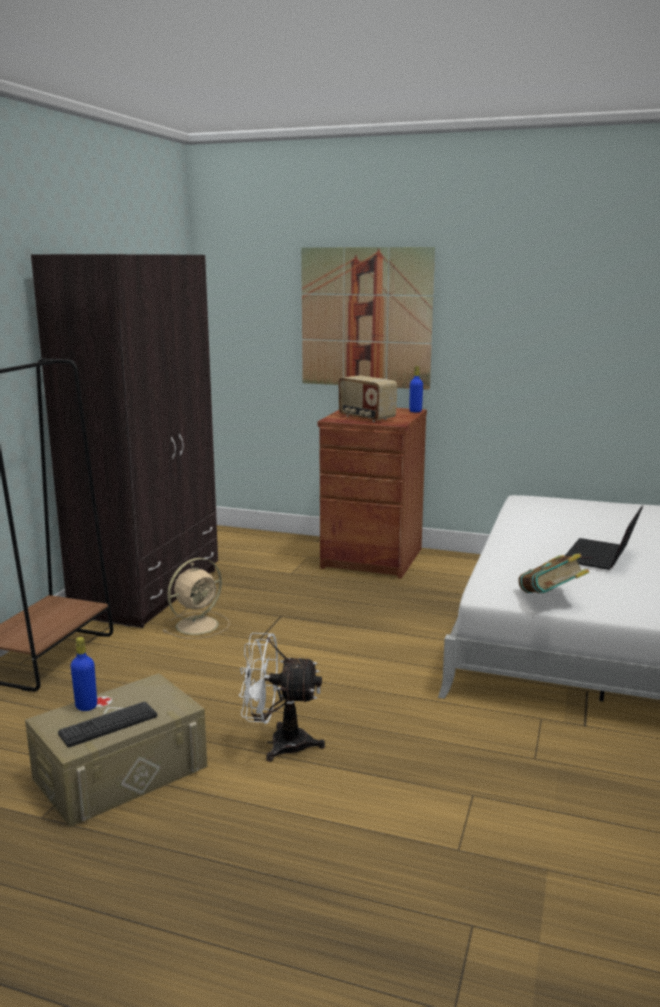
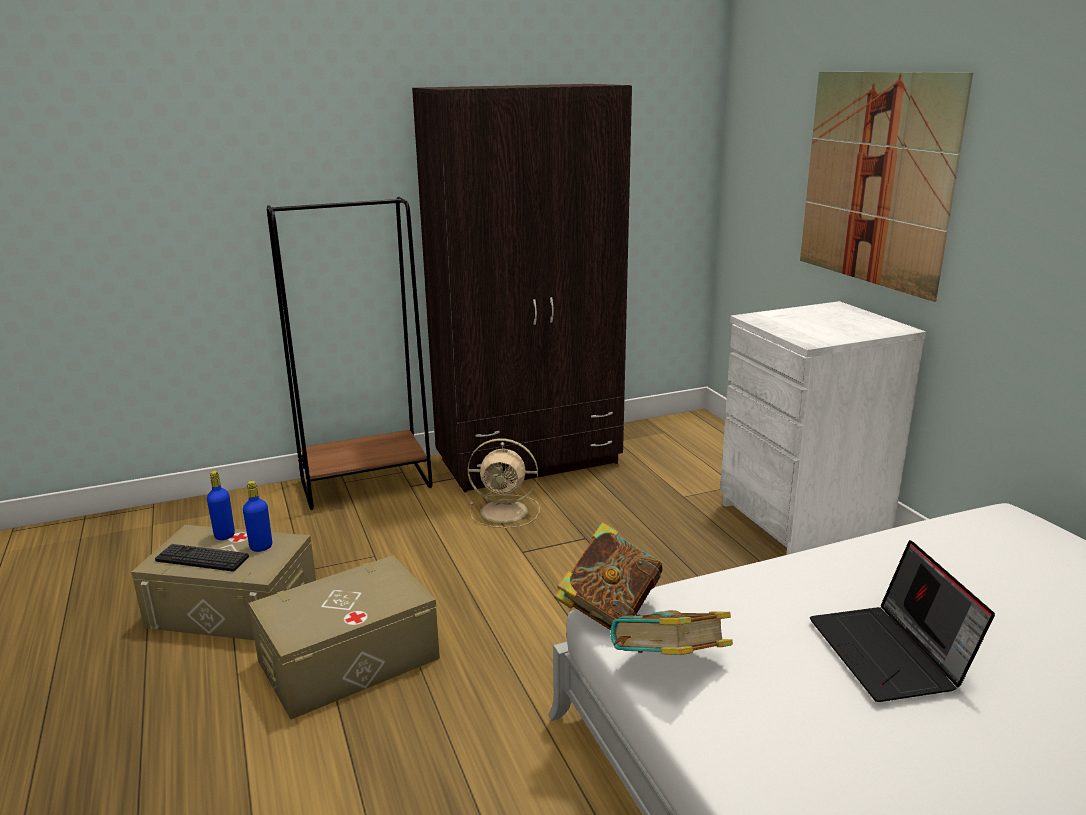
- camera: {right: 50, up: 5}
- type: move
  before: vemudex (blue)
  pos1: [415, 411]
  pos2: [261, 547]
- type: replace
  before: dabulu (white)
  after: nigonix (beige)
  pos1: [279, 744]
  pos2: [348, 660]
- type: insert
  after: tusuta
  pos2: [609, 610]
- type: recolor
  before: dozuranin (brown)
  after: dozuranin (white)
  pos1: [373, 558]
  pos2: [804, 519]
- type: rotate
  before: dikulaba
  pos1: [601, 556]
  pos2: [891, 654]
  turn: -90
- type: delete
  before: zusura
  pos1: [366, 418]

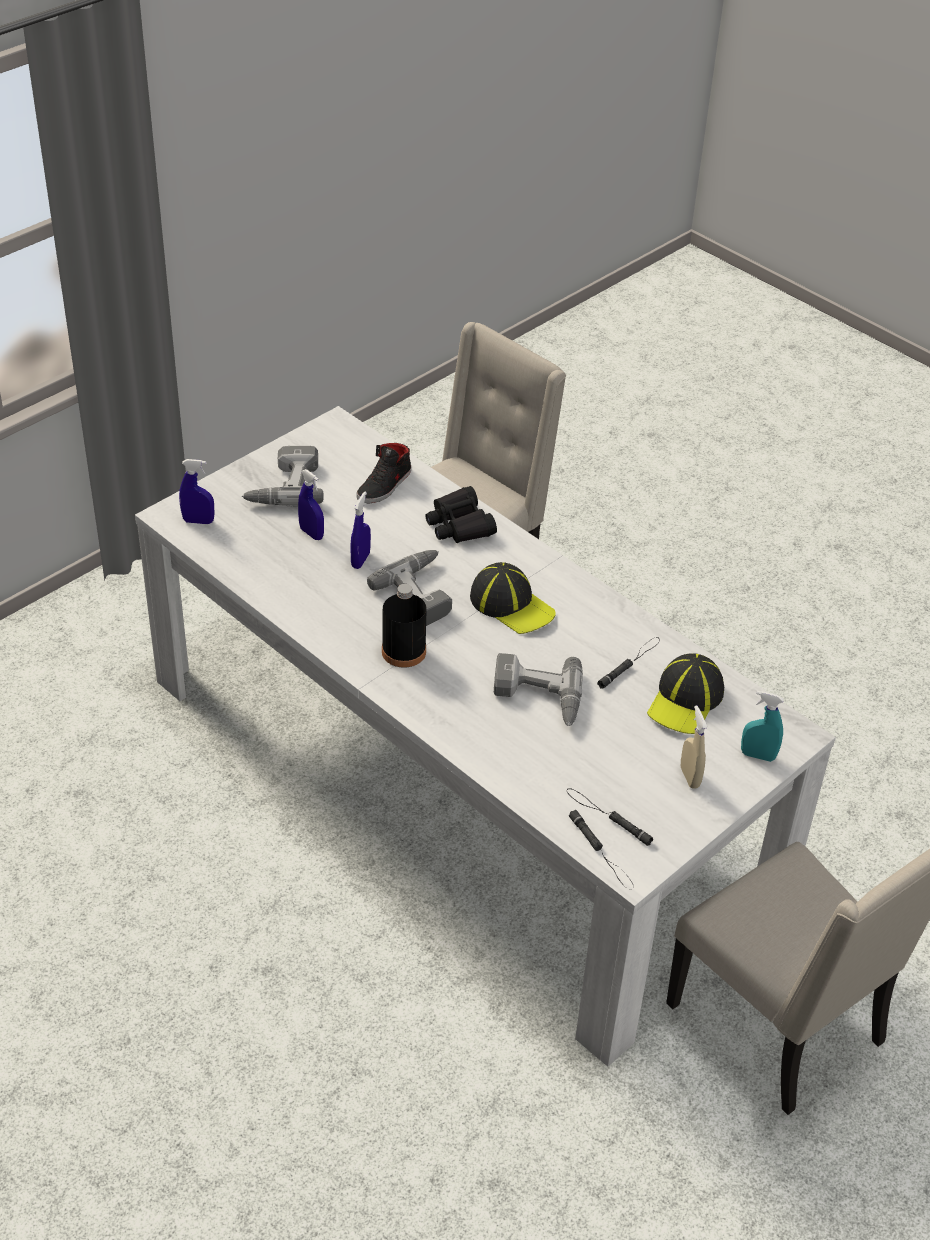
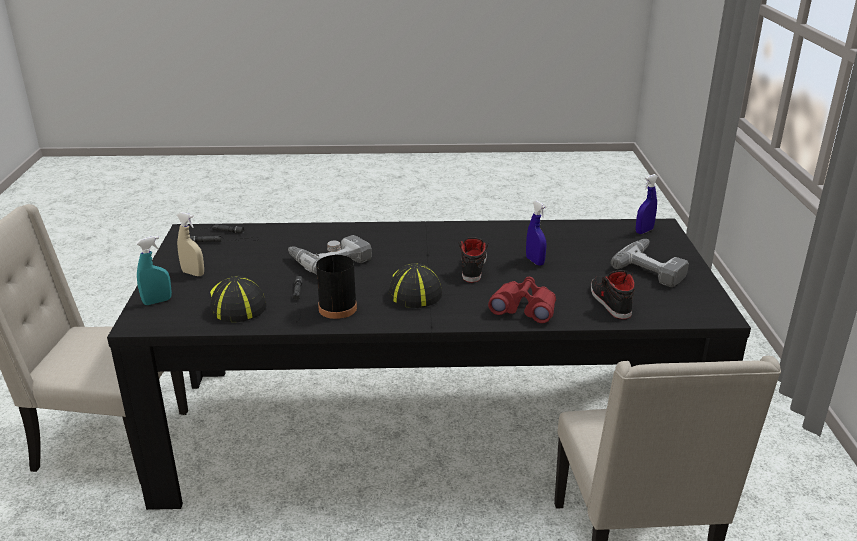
- camera: {right: 135, up: -15}
- type: recolor
  before: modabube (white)
  after: modabube (black)
  pos1: [457, 786]
  pos2: [428, 429]
- type: move
  before: vemudex (black)
  pos1: [404, 651]
  pos2: [337, 308]
- type: rotate
  before: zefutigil
  pos1: [511, 605]
  pos2: [414, 289]
  turn: 90
- type: replace
  before: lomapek
  after: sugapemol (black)
  pos1: [422, 593]
  pos2: [473, 267]
- type: recolor
  before: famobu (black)
  after: famobu (red)
  pos1: [459, 525]
  pos2: [524, 308]
- type: delete
  before: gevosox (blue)
  pos1: [311, 533]

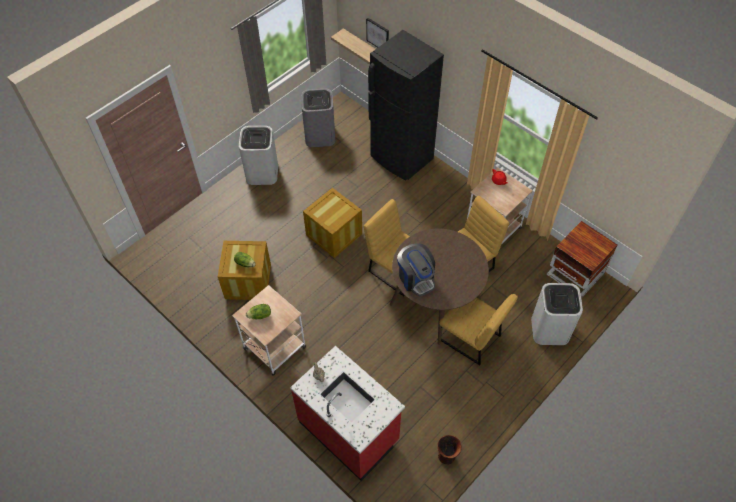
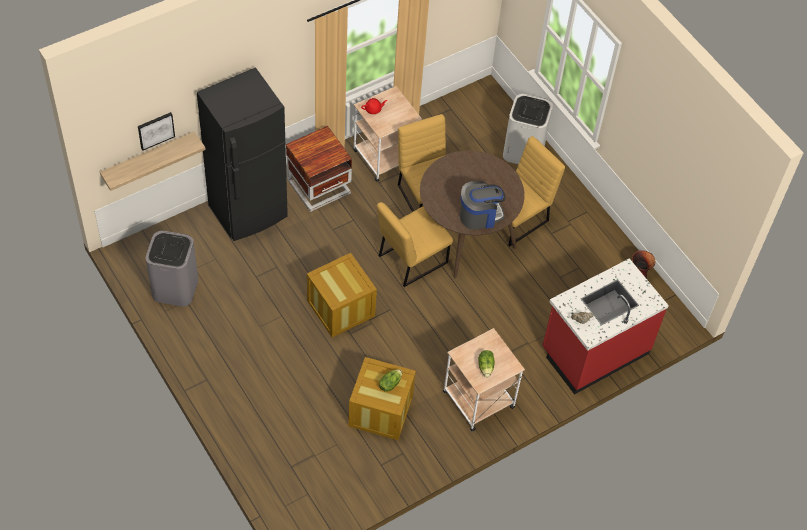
- camera: {right: -80, up: 0}
- type: move
  before: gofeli
  pos1: [575, 274]
  pos2: [319, 186]
- type: delete
  before: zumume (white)
  pos1: [262, 173]

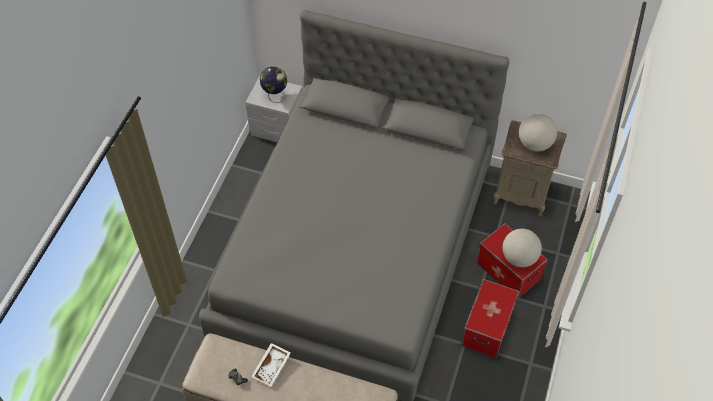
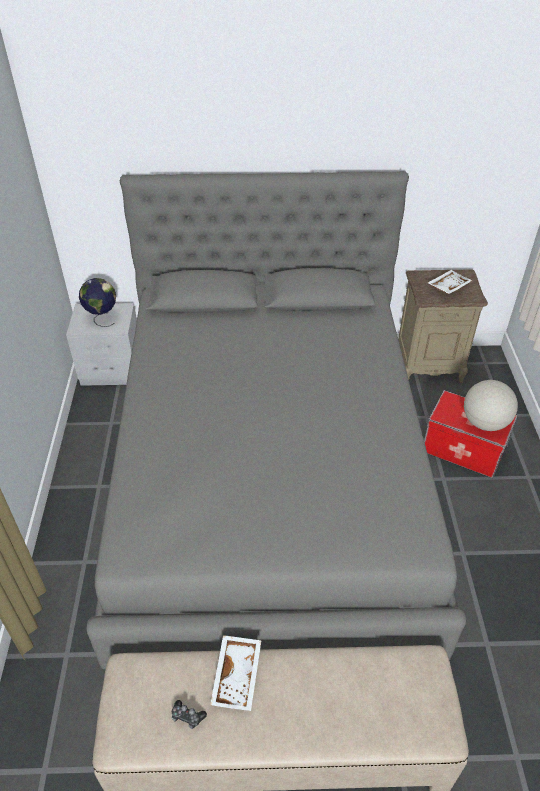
- camera: {right: -20, up: -10}
- type: replace
  before: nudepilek
  after: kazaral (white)
  pos1: [534, 144]
  pos2: [447, 286]
- type: delete
  before: nigonix
  pos1: [488, 328]

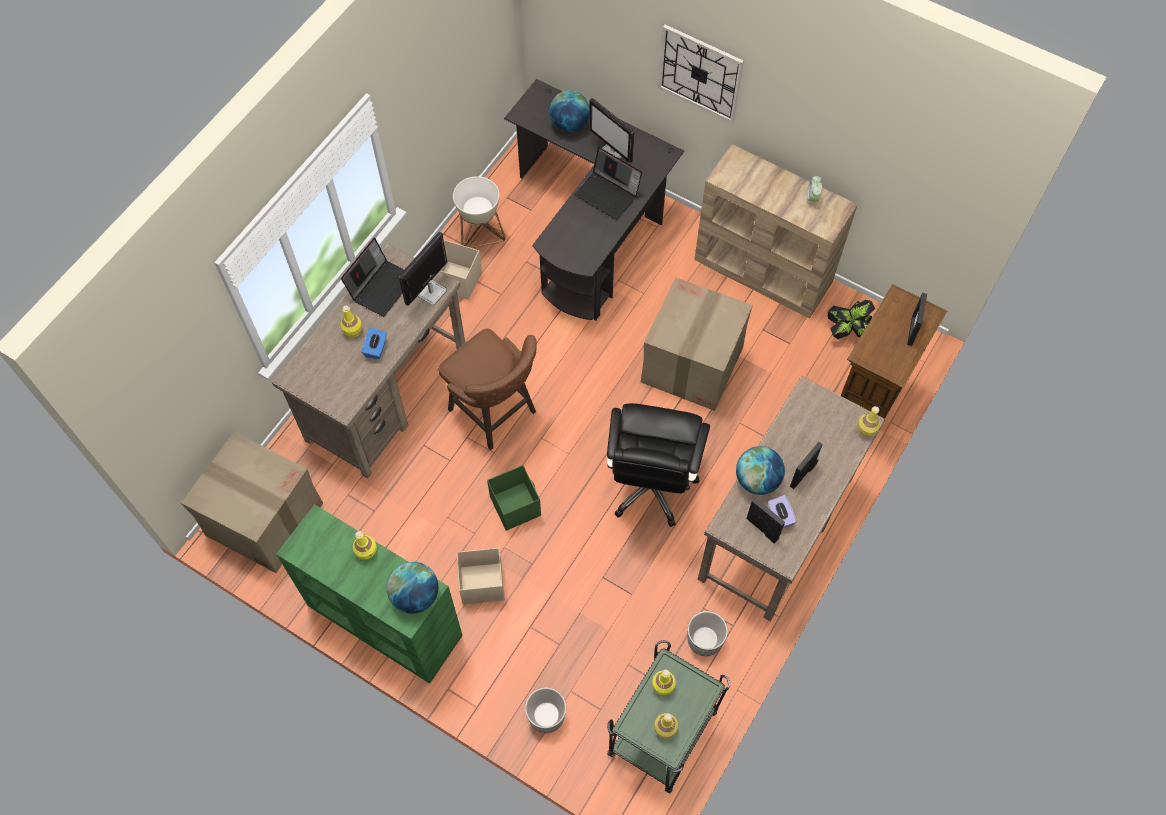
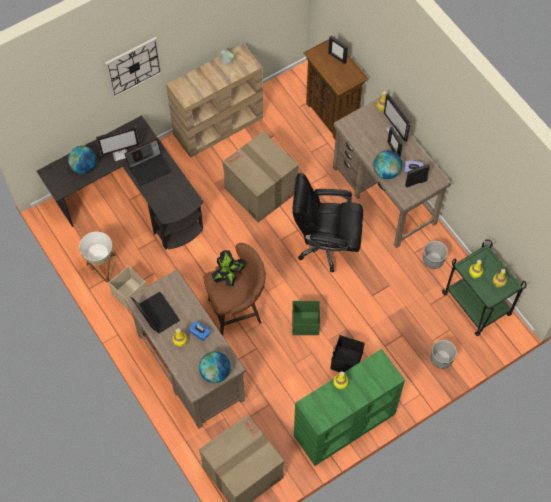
- camera: {right: -65, up: 0}
- type: move
  before: nudepilek
  pos1: [415, 595]
  pos2: [215, 373]
- type: move
  before: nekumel
  pos1: [848, 333]
  pos2: [229, 276]
- type: rotate
  before: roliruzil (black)
  pos1: [651, 483]
  pos2: [326, 245]
  turn: 150
- type: recolor
  before: nigonix (beige)
  after: nigonix (black)
  pos1: [481, 583]
  pos2: [346, 361]
- type: move
  before: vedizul
  pos1: [430, 293]
  pos2: [396, 131]

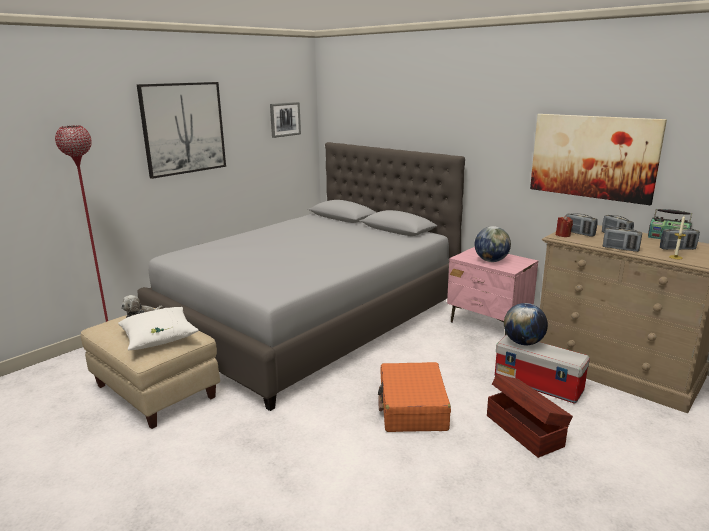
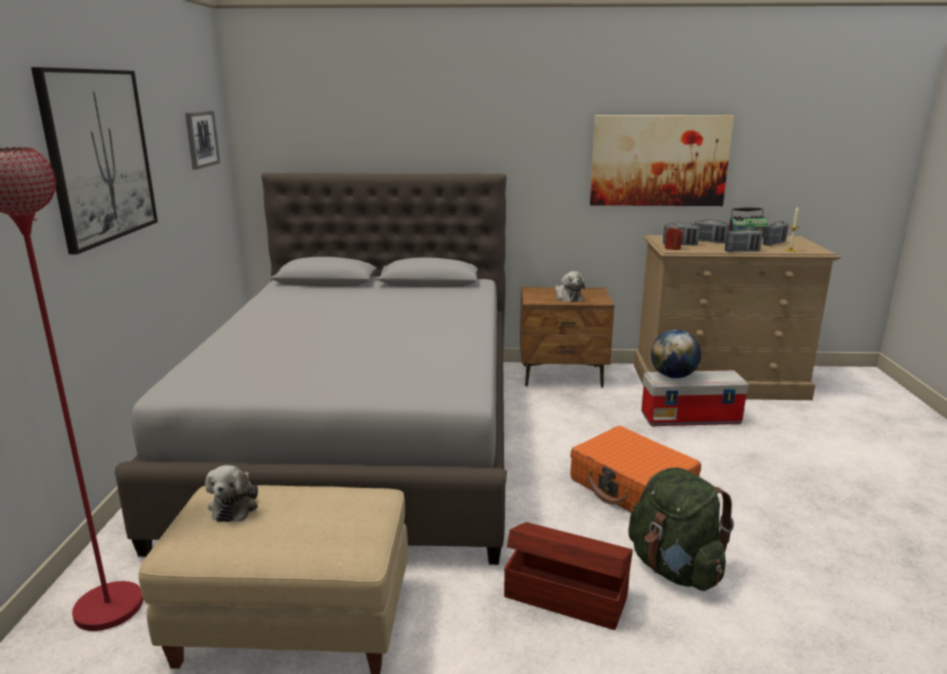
- camera: {right: -40, up: 0}
- type: move
  before: nigonix (brown)
  pos1: [524, 430]
  pos2: [565, 595]
- type: recolor
  before: gofeli (pink)
  after: gofeli (brown)
  pos1: [488, 324]
  pos2: [562, 376]
- type: replace
  before: nudepilek
  after: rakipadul
  pos1: [491, 261]
  pos2: [567, 297]
- type: insert
  after: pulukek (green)
  pos2: [674, 569]
- type: delete
  before: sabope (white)
  pos1: [159, 338]

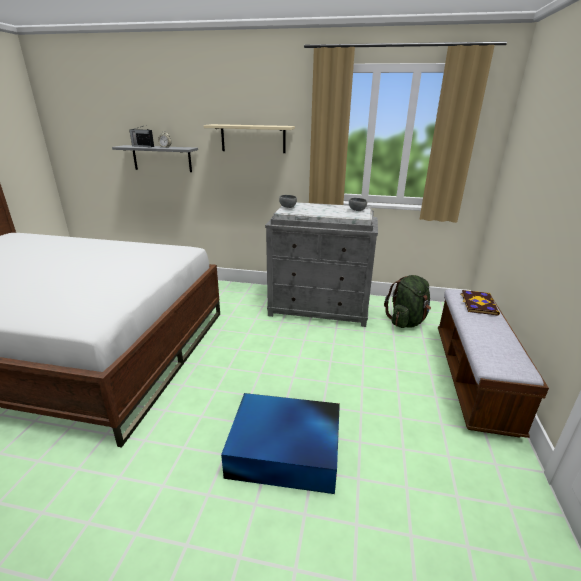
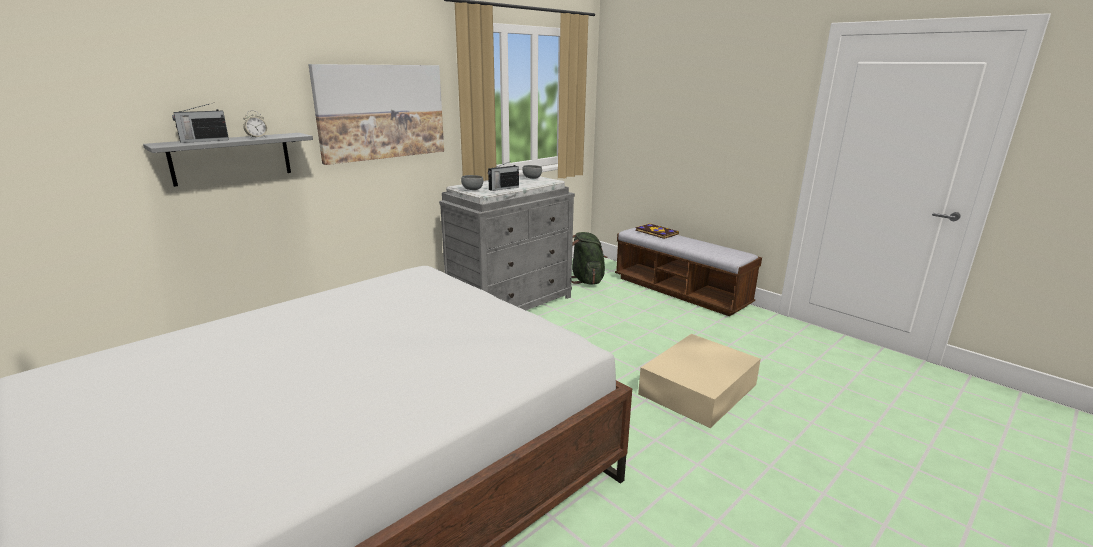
- camera: {right: -55, up: -5}
- type: replace
  before: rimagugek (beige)
  after: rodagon
  pos1: [253, 138]
  pos2: [381, 112]
- type: insert
  after: zusura
  pos2: [503, 188]
- type: recolor
  before: nigonix (blue)
  after: nigonix (beige)
  pos1: [286, 451]
  pos2: [699, 389]

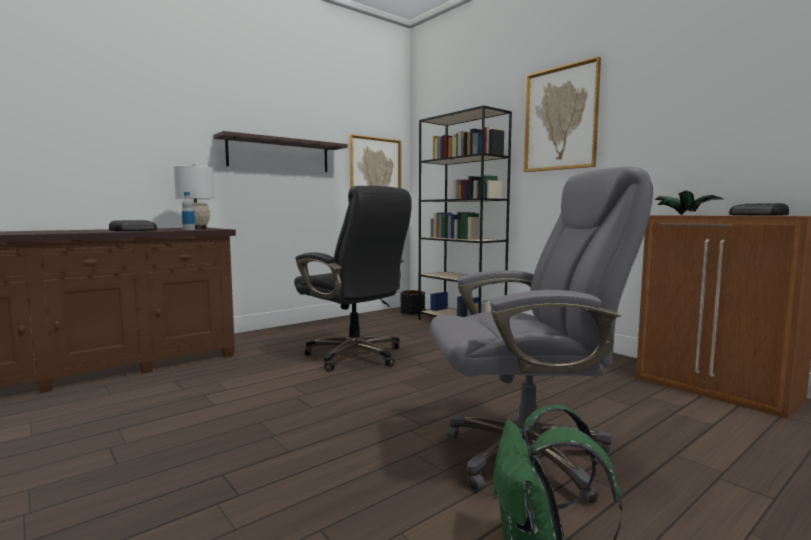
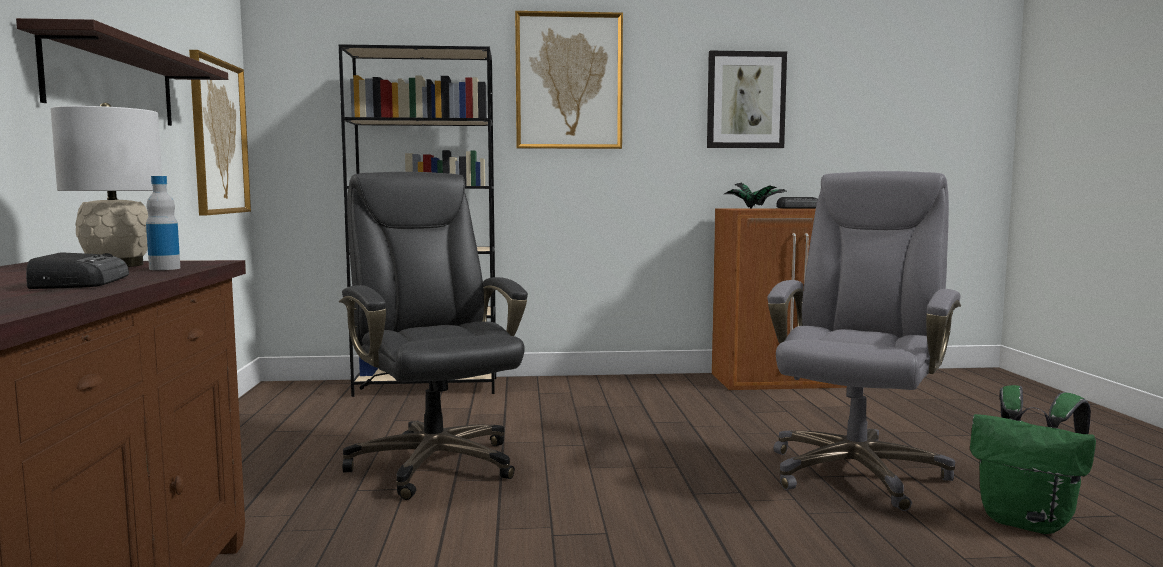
- camera: {right: -55, up: 0}
- type: rotate
  before: roliruzil (black)
  pos1: [353, 355]
  pos2: [436, 466]
  turn: -105
- type: insert
  after: rodagon
  pos2: [745, 100]
- type: delete
  before: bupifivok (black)
  pos1: [412, 313]

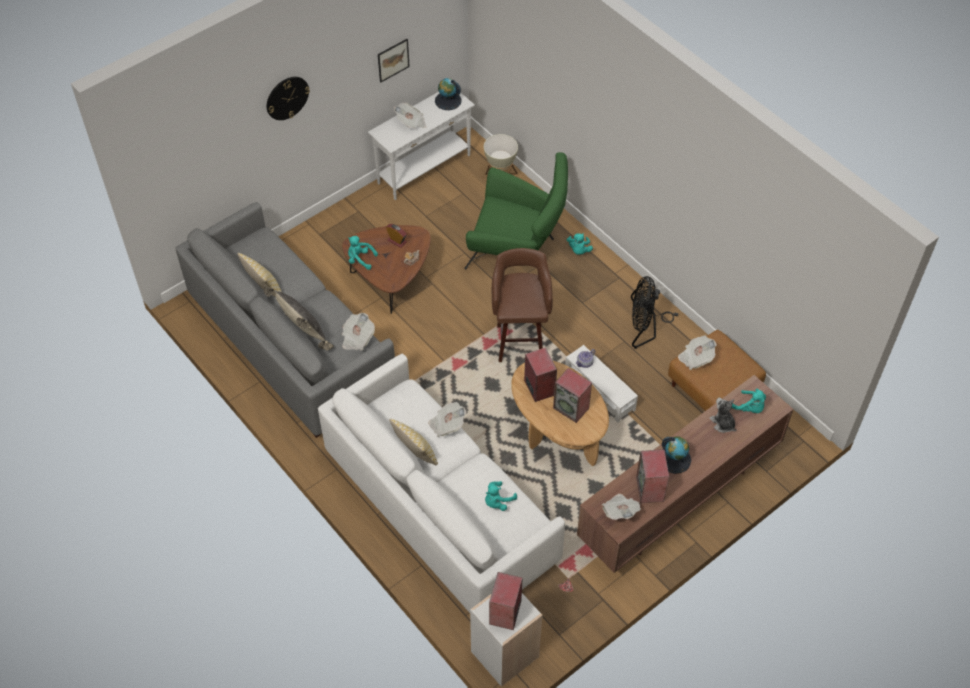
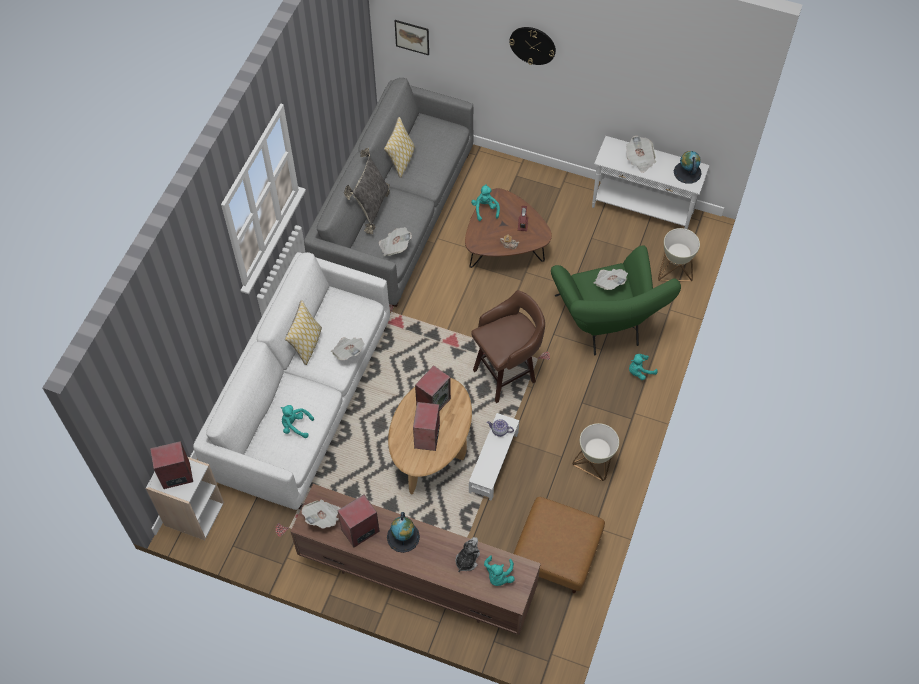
- camera: {right: 60, up: 5}
- type: move
  before: rodagon
  pos1: [393, 60]
  pos2: [412, 37]
- type: replace
  before: dabulu (black)
  after: bupifivok
  pos1: [646, 324]
  pos2: [593, 465]
- type: move
  before: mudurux
  pos1: [695, 358]
  pos2: [609, 283]

